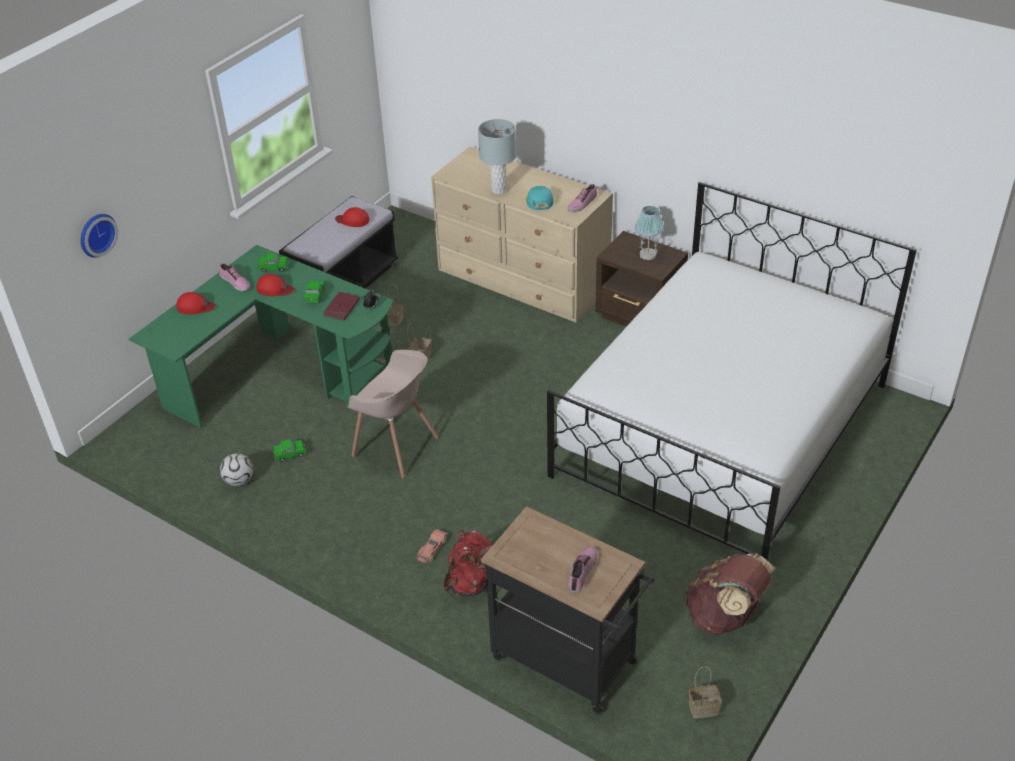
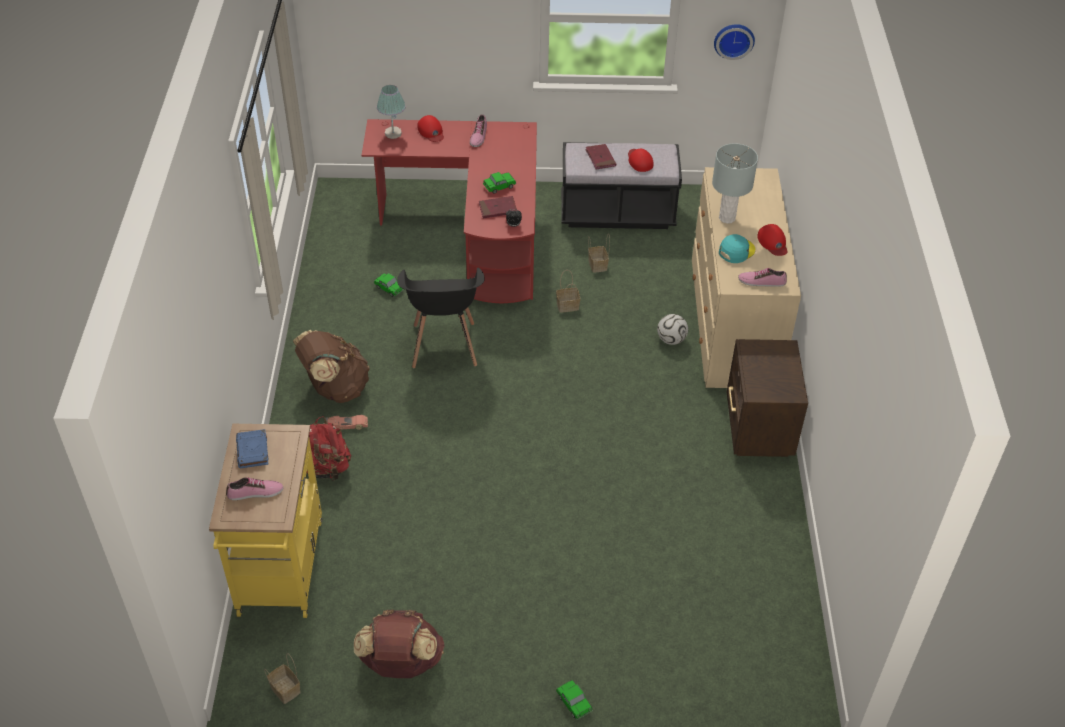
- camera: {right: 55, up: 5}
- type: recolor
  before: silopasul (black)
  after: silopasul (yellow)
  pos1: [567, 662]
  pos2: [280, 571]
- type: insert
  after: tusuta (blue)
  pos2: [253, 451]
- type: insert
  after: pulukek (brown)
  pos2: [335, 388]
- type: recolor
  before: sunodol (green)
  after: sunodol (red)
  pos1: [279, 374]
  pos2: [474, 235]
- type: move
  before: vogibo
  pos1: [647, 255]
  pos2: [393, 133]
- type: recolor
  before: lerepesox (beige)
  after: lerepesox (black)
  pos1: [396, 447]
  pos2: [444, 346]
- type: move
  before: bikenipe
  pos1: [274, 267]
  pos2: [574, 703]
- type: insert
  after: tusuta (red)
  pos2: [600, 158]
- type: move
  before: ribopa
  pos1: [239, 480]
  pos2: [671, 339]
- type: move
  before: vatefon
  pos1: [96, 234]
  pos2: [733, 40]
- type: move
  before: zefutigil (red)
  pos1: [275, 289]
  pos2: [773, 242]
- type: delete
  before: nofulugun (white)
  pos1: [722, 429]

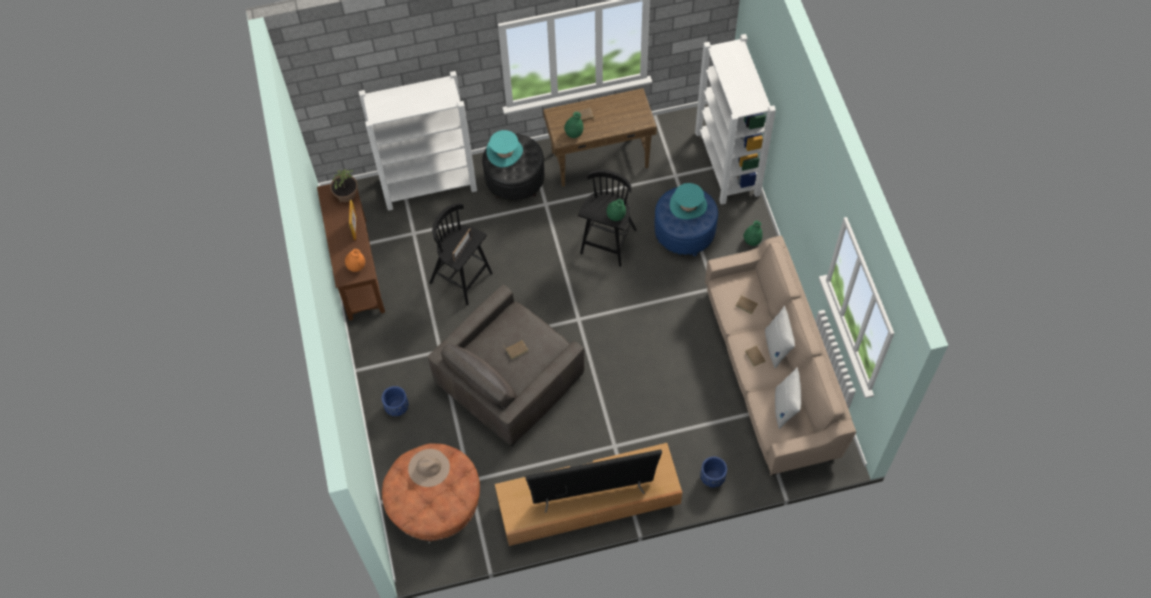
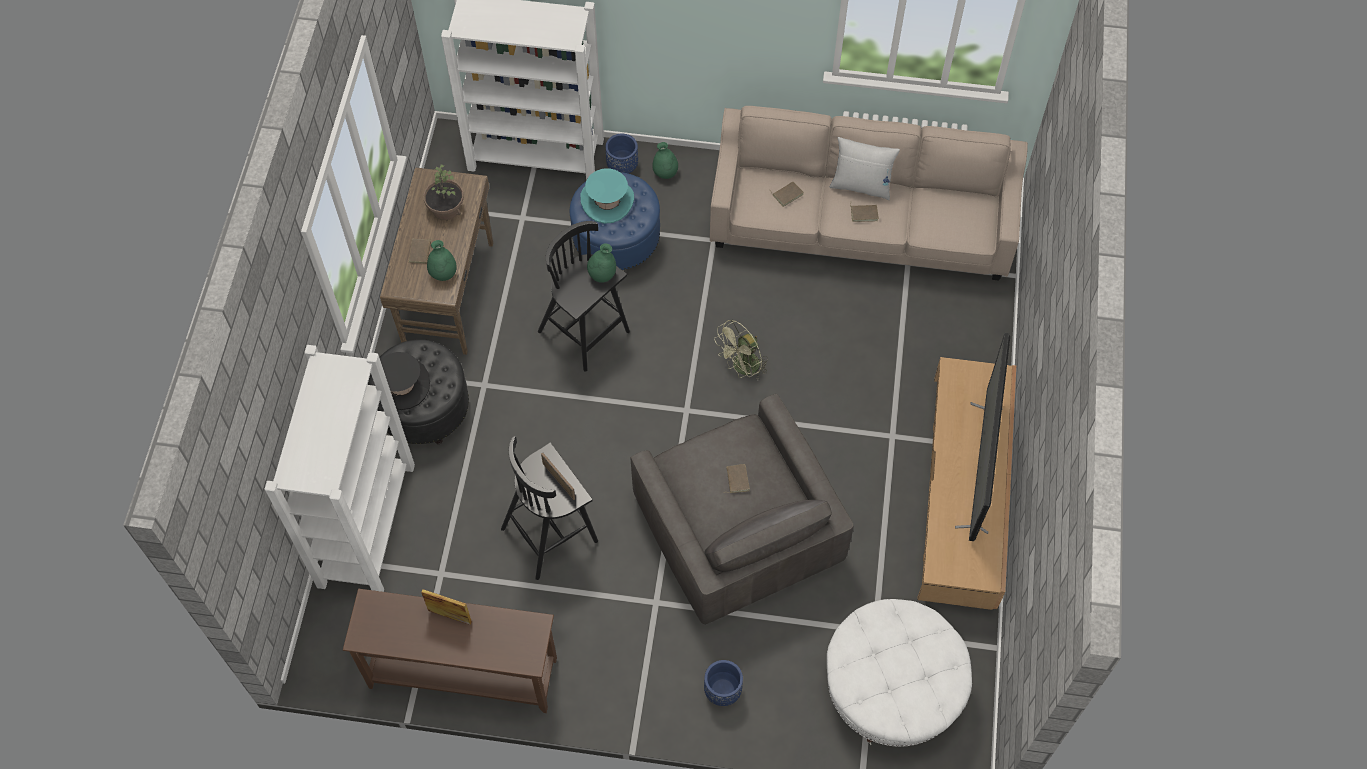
- camera: {right: -70, up: 0}
- type: recolor
  before: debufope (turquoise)
  after: debufope (black)
  pos1: [504, 152]
  pos2: [401, 385]
- type: move
  before: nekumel
  pos1: [346, 194]
  pos2: [445, 208]
- type: move
  before: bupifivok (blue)
  pos1: [712, 478]
  pos2: [622, 166]
- type: insert
  after: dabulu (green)
  pos2: [742, 368]
- type: recolor
  before: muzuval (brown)
  after: muzuval (white)
  pos1: [435, 503]
  pos2: [892, 688]
- type: delete
  before: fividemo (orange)
  pos1: [356, 266]
- type: delete
  before: debufope (beige)
  pos1: [429, 467]
- type: delete
  before: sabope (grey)
  pos1: [785, 407]

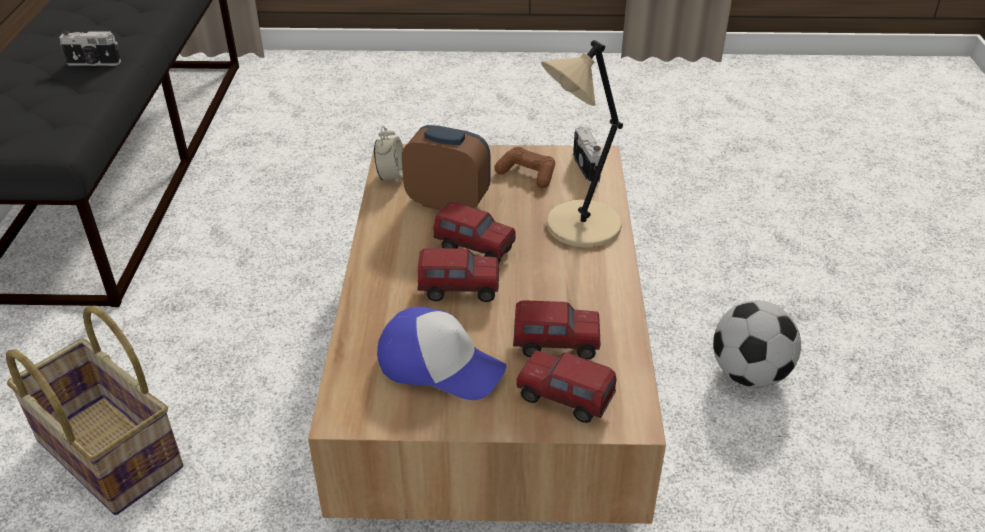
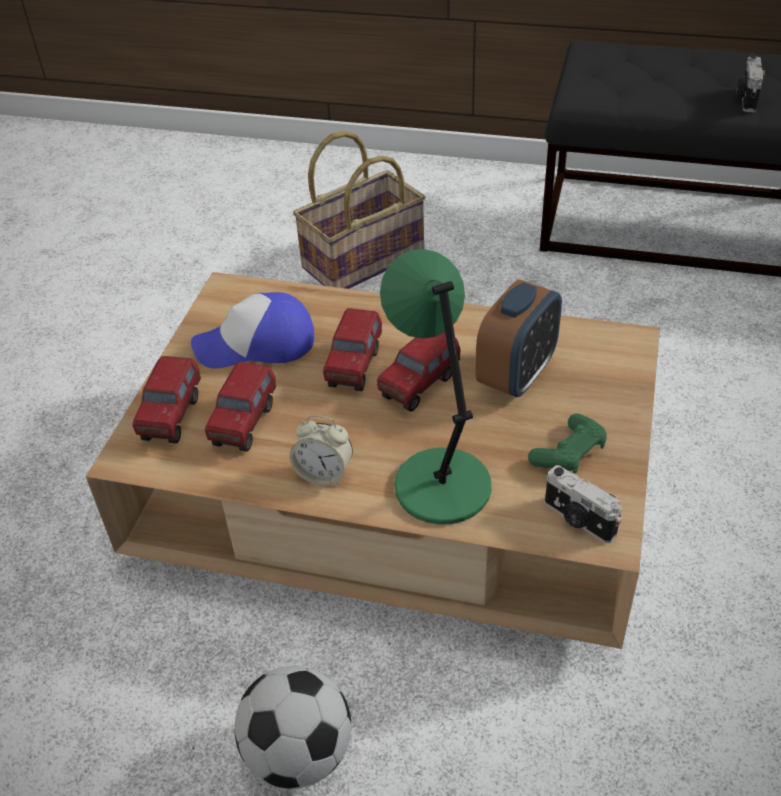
- camera: {right: 105, up: 5}
- type: rotate
  before: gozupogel
  pos1: [564, 401]
  pos2: [172, 417]
  turn: 150
- type: rotate
  before: zefutigil
  pos1: [440, 365]
  pos2: [256, 344]
  turn: 45
- type: move
  before: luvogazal
  pos1: [391, 177]
  pos2: [324, 474]
- type: recolor
  before: vogibo (beige)
  after: vogibo (green)
  pos1: [580, 227]
  pos2: [439, 483]
- type: recolor
  before: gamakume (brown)
  after: gamakume (green)
  pos1: [527, 174]
  pos2: [569, 453]
- type: rotate
  before: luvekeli
  pos1: [588, 168]
  pos2: [578, 520]
  turn: 45

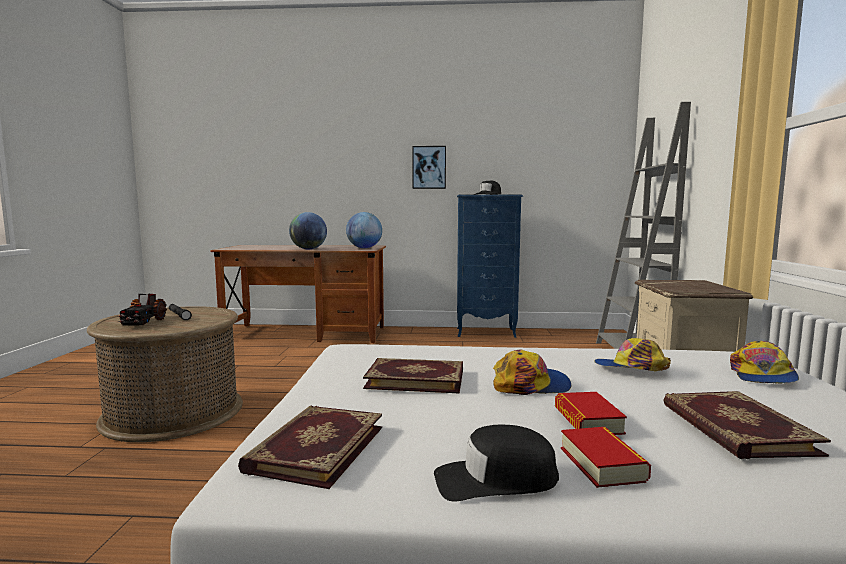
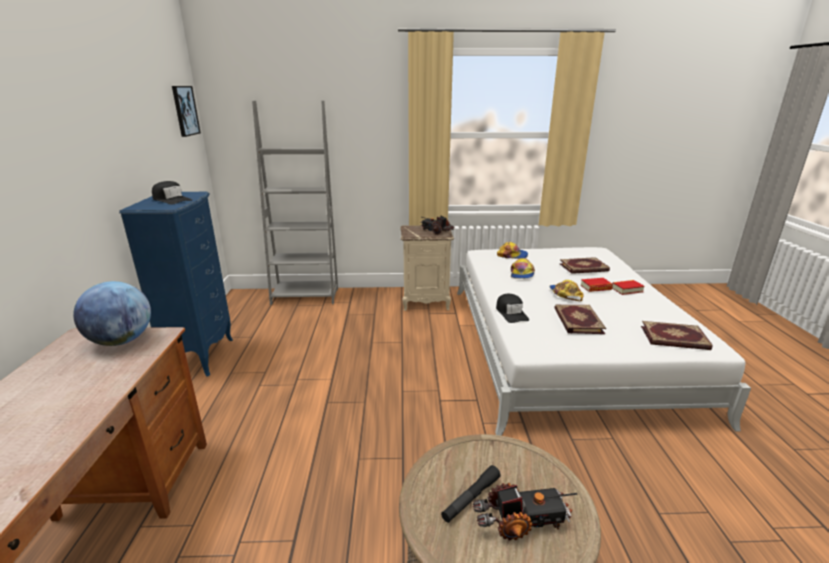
- camera: {right: -95, up: 15}
- type: move
  before: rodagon
  pos1: [429, 167]
  pos2: [185, 111]
- type: insert
  after: gozupogel
  pos2: [436, 231]
- type: move
  before: zefutigil (black)
  pos1: [495, 479]
  pos2: [511, 313]
- type: delete
  before: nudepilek
  pos1: [308, 249]

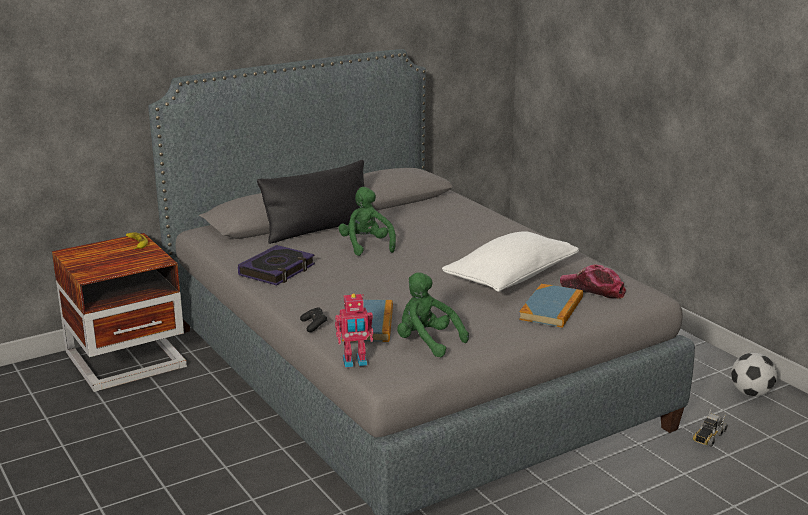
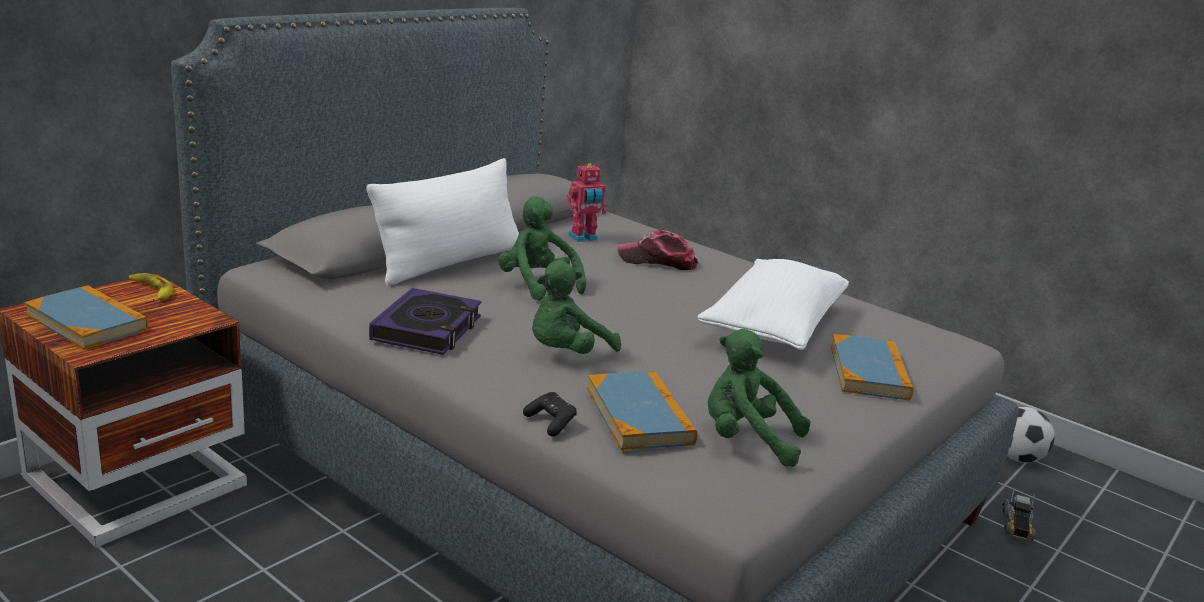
- camera: {right: -20, up: 0}
- type: insert
  after: tusuta
  pos2: [87, 322]
- type: recolor
  before: sabope (black)
  after: sabope (white)
  pos1: [319, 229]
  pos2: [450, 262]
- type: insert
  after: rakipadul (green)
  pos2: [566, 353]
- type: move
  before: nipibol
  pos1: [355, 362]
  pos2: [583, 238]
- type: move
  before: zefutigil
  pos1: [593, 290]
  pos2: [657, 261]

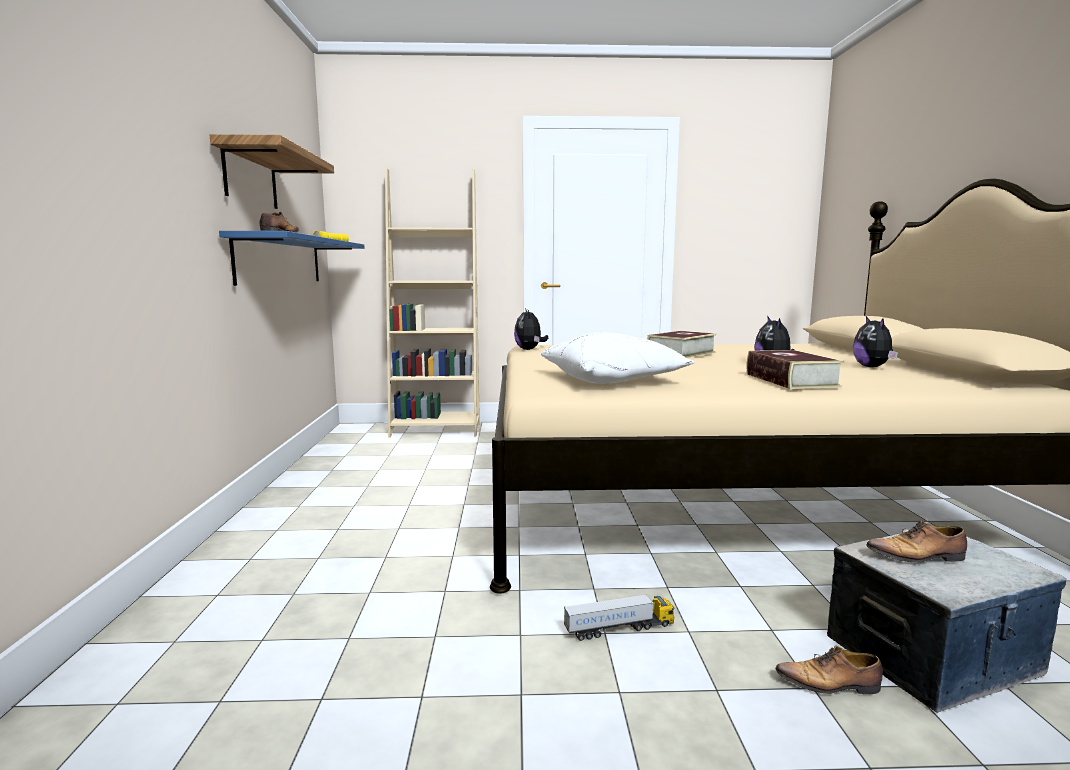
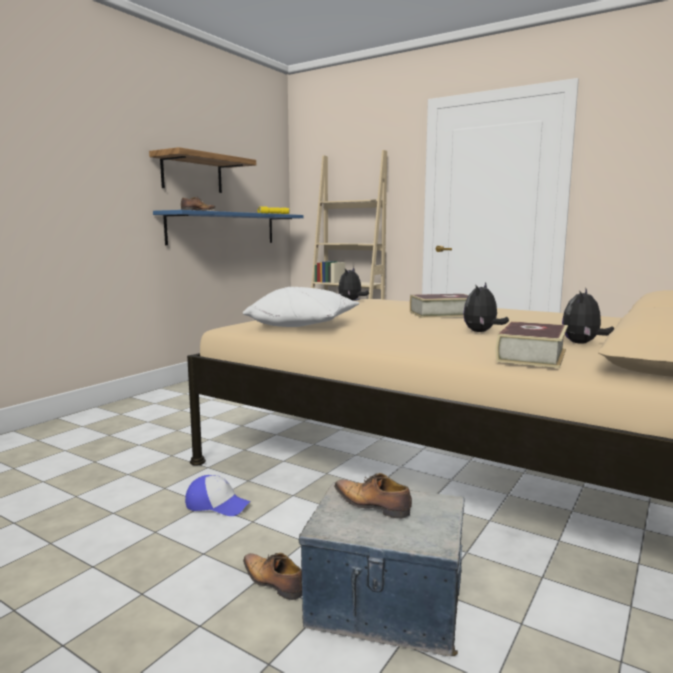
- camera: {right: 35, up: 0}
- type: replace
  before: gozupogel
  after: zefutigil
  pos1: [619, 629]
  pos2: [217, 505]
- type: move
  before: tusuta
  pos1: [791, 380]
  pos2: [532, 355]

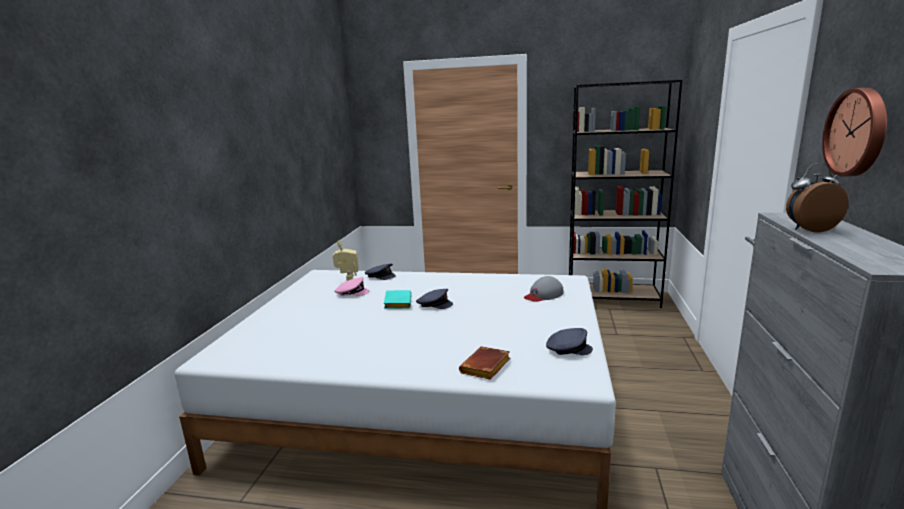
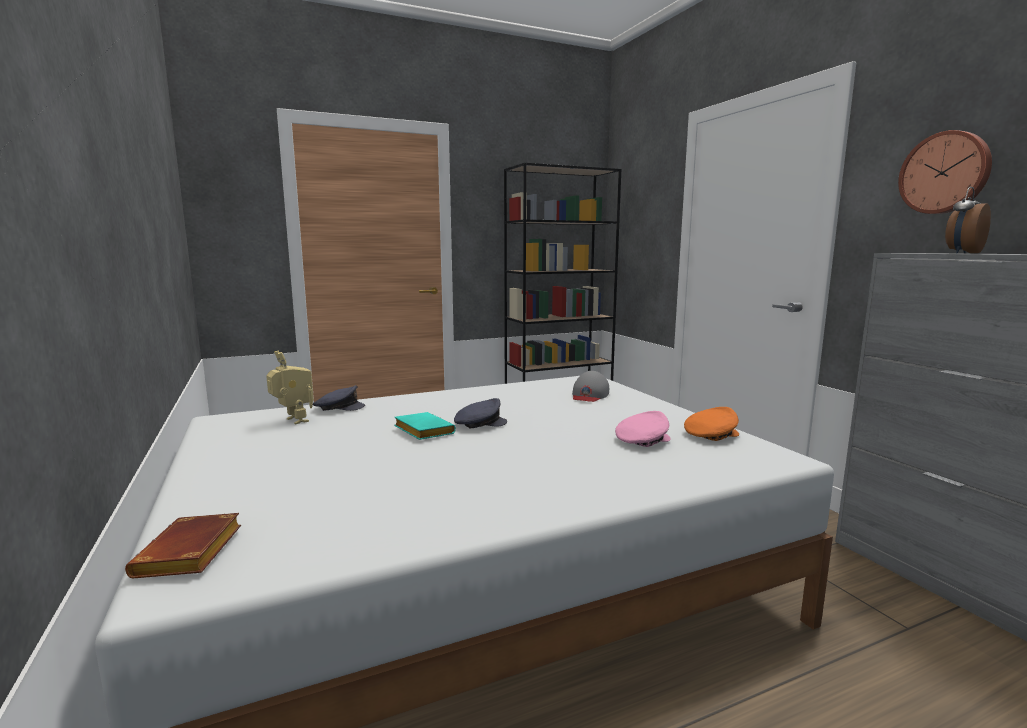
- camera: {right: -35, up: -5}
- type: move
  before: tusuta (brown)
  pos1: [486, 368]
  pos2: [191, 554]
- type: move
  before: zefutigil (pink)
  pos1: [351, 292]
  pos2: [642, 440]
- type: recolor
  before: zefutigil (grey)
  after: zefutigil (orange)
  pos1: [567, 349]
  pos2: [710, 435]

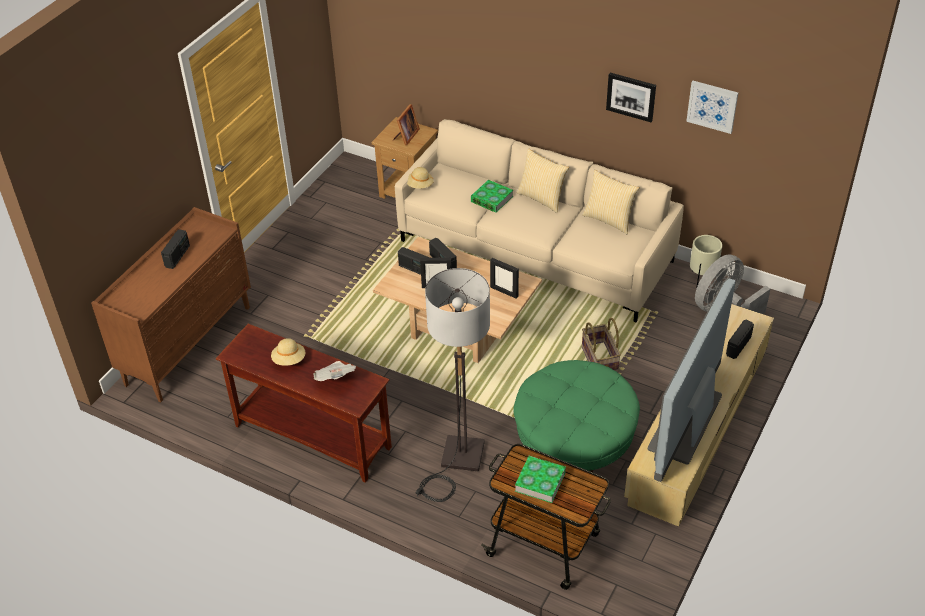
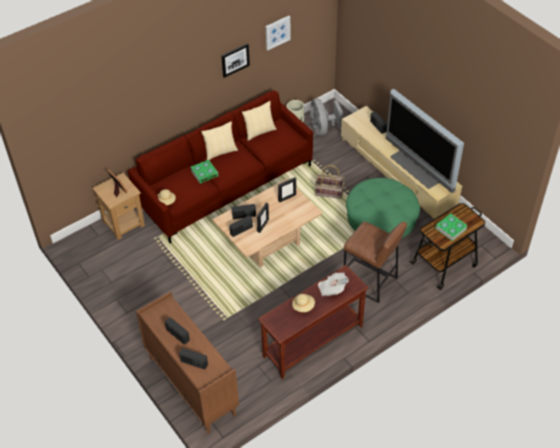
- camera: {right: -65, up: 5}
- type: recolor
  before: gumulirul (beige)
  after: gumulirul (red)
  pos1: [535, 252]
  pos2: [225, 185]
- type: insert
  after: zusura
  pos2: [194, 363]
- type: replace
  before: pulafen
  after: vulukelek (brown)
  pos1: [455, 465]
  pos2: [371, 281]

